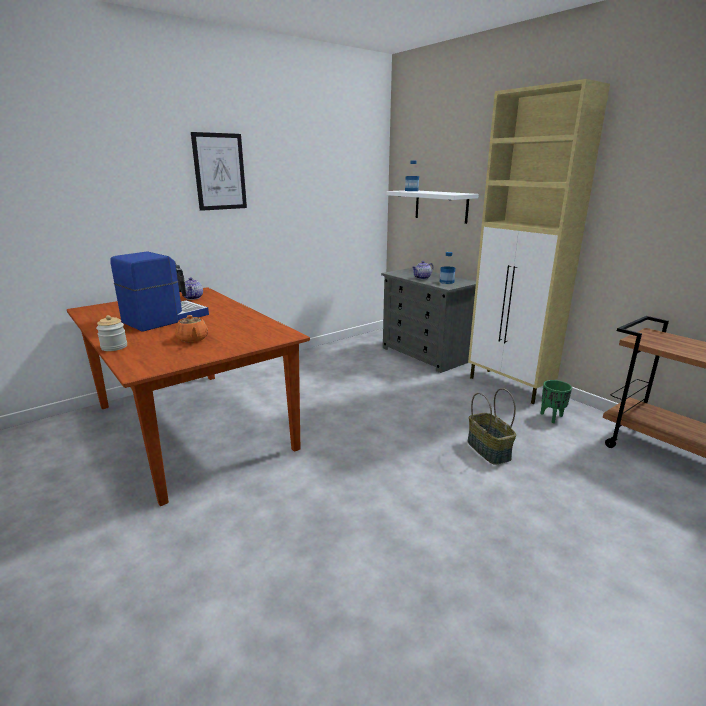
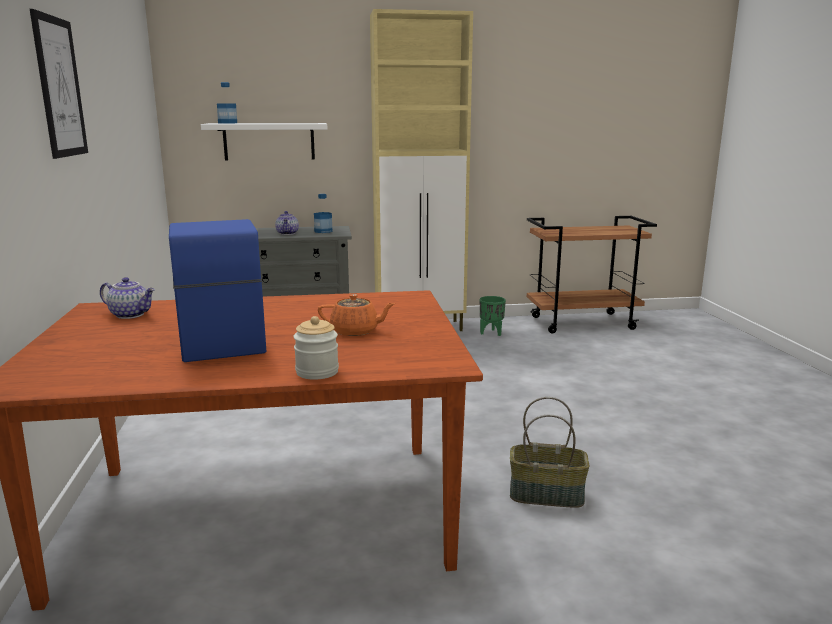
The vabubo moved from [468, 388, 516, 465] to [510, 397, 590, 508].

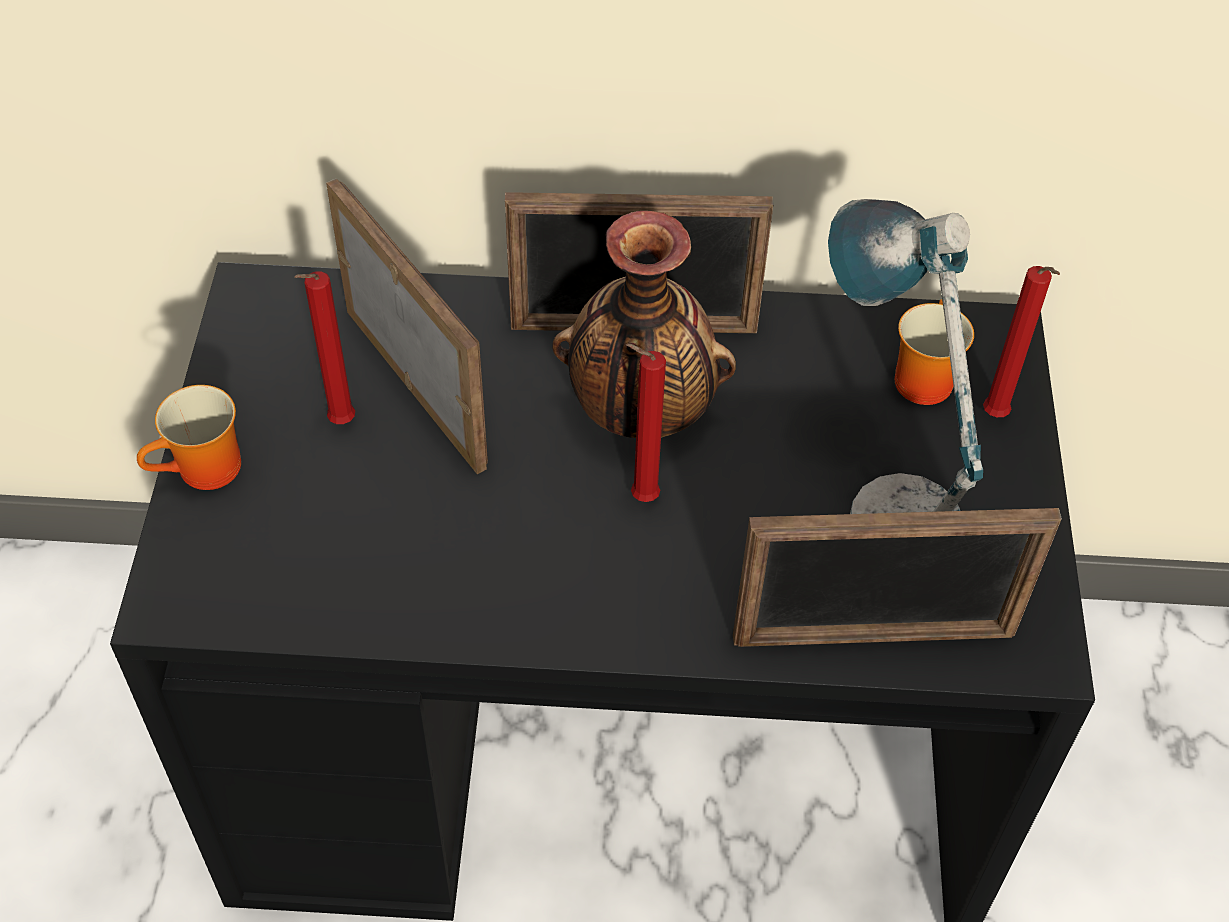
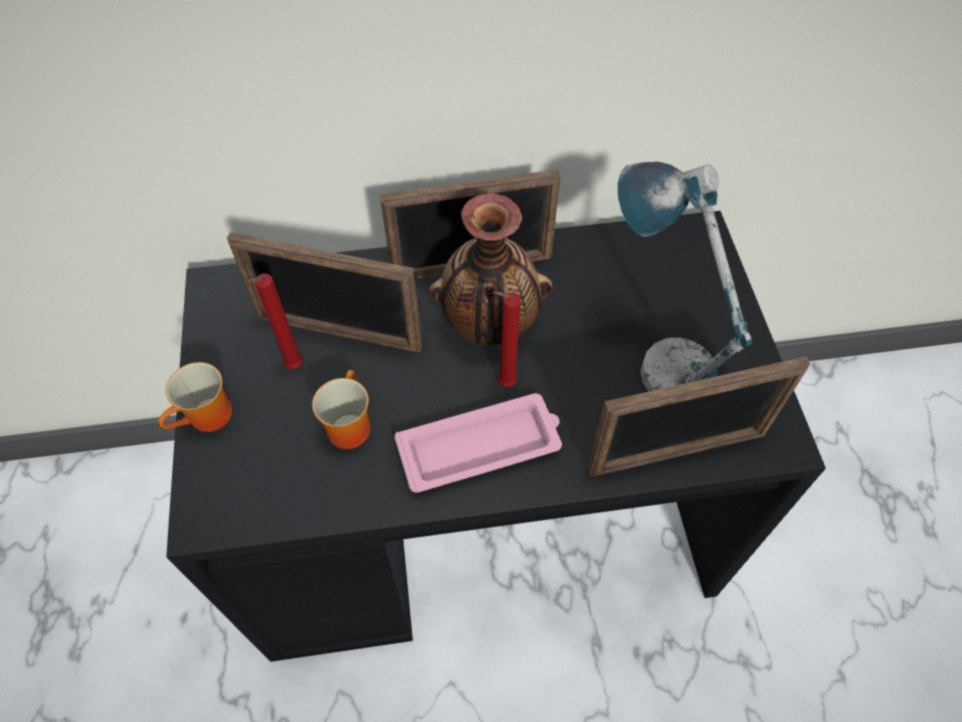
The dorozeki at [326, 178, 488, 474] turned 150 degrees clockwise. The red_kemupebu at [983, 266, 1060, 417] disappeared. The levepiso moved from [895, 299, 974, 405] to [312, 370, 370, 449]. The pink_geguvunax at [395, 393, 562, 493] appeared.

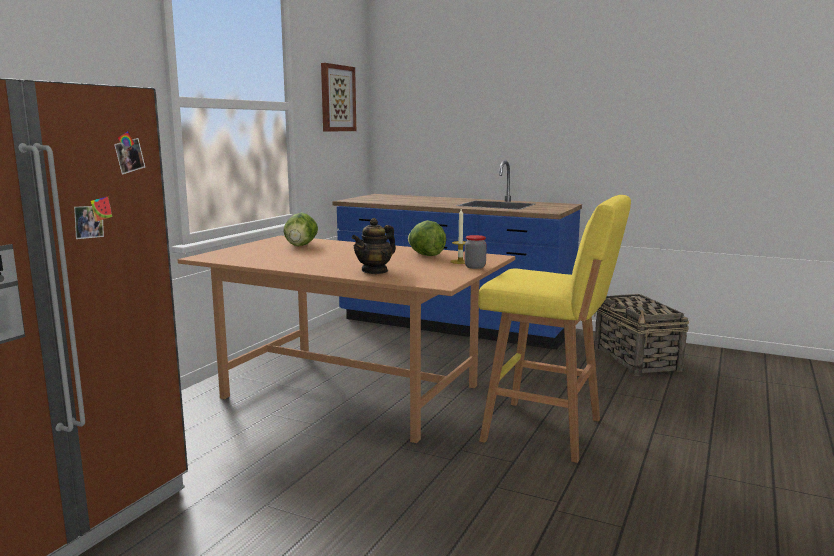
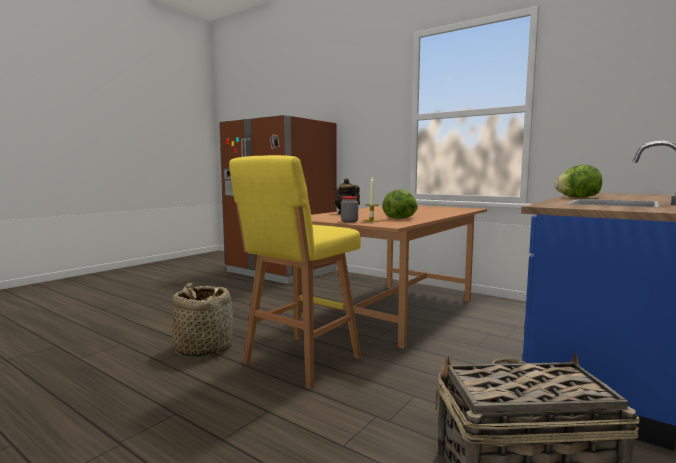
The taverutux at [321, 63, 356, 131] disappeared. The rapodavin moved from [283, 212, 318, 246] to [555, 165, 602, 198]. The vabubo at [172, 283, 233, 357] appeared.

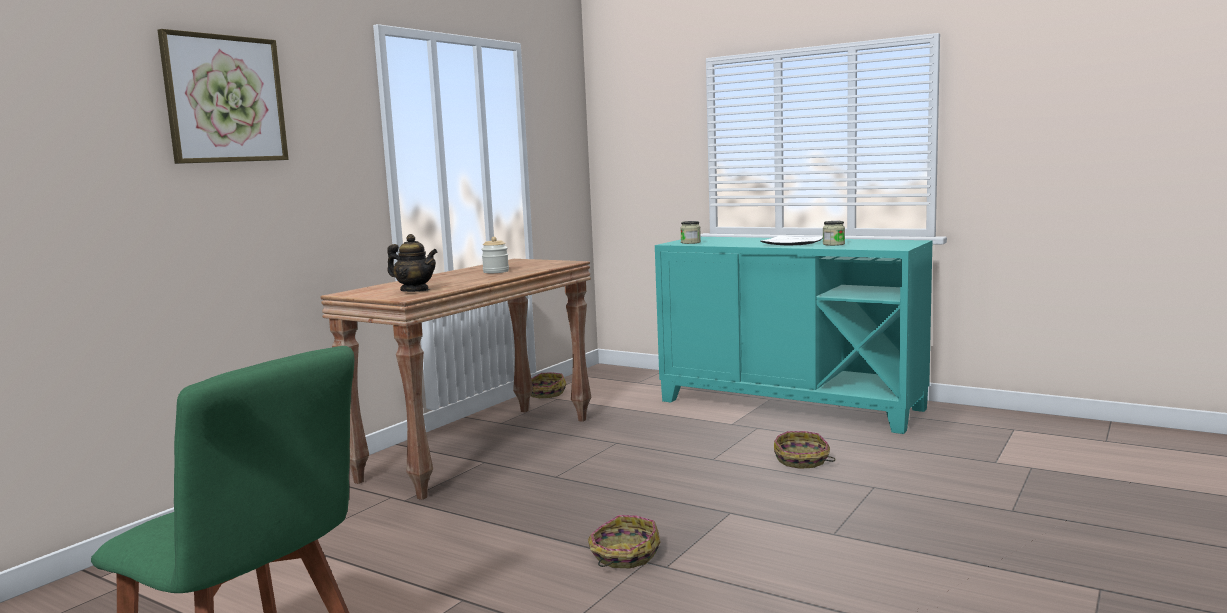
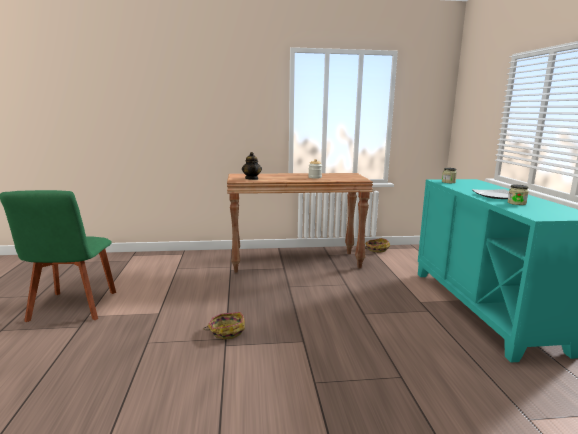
The taverutux at [158, 29, 289, 164] disappeared. The vabubo at [774, 431, 836, 469] disappeared.

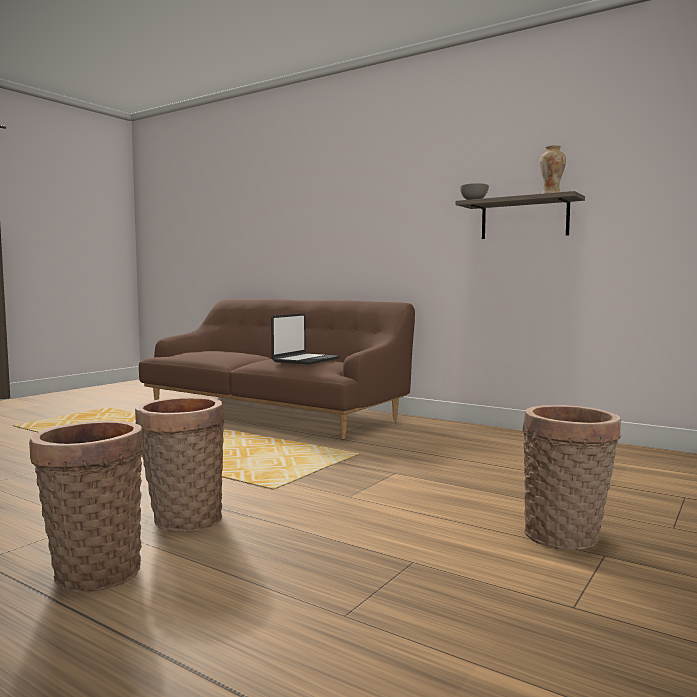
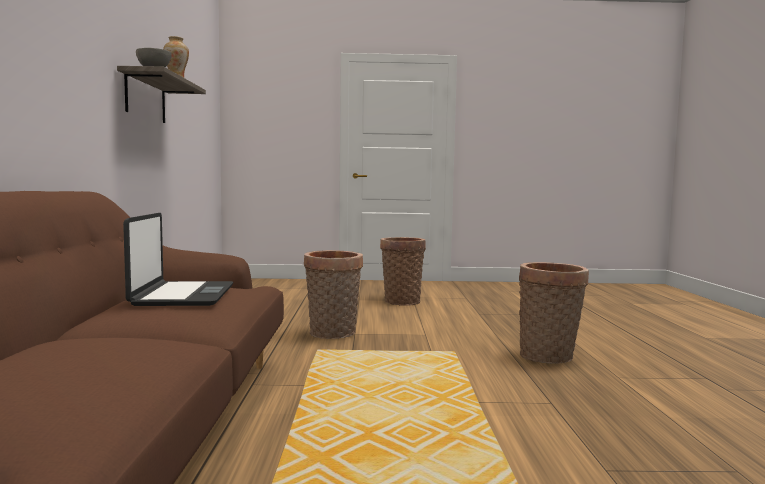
The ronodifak at [271, 313, 340, 365] turned 90 degrees clockwise. The vabubo moved from [29, 421, 144, 592] to [304, 250, 363, 339].

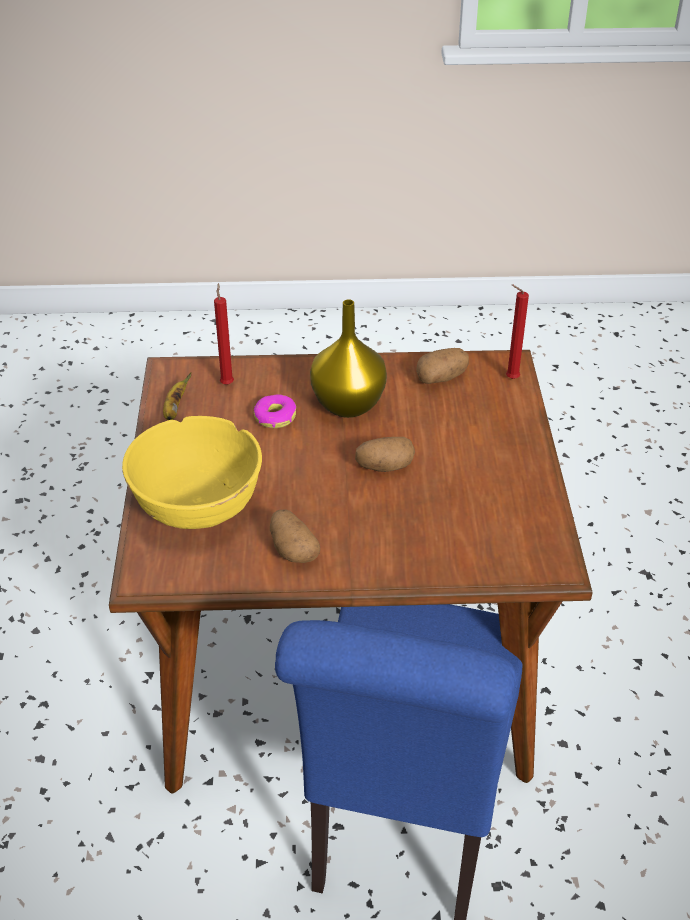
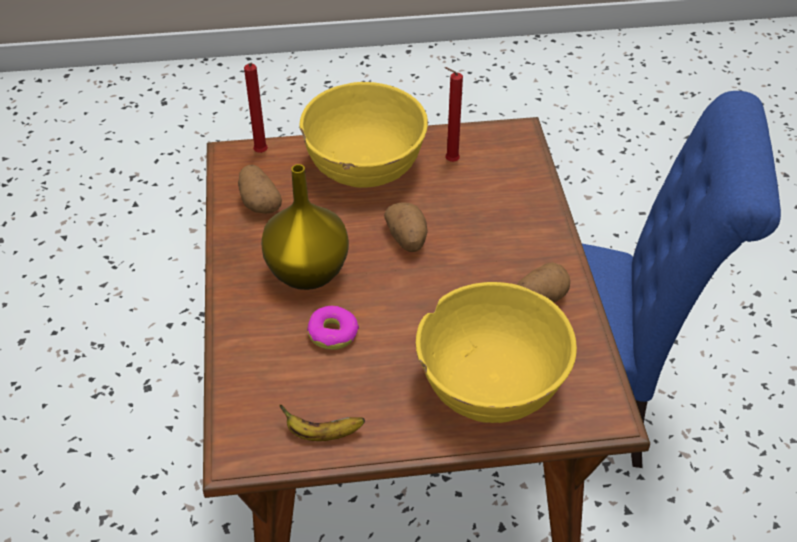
The red_kemupebu moved from [214, 283, 234, 385] to [444, 67, 463, 162]. The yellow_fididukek at [300, 82, 428, 188] appeared.

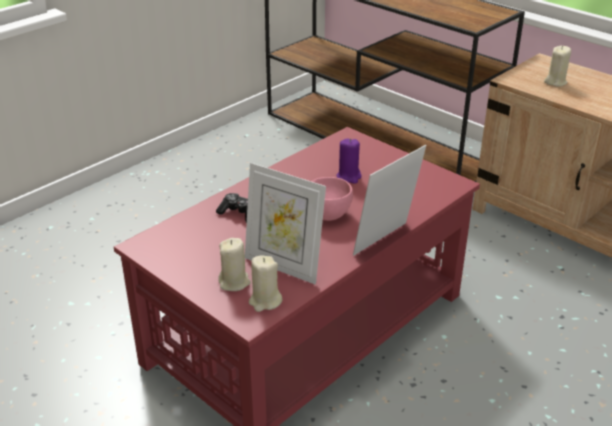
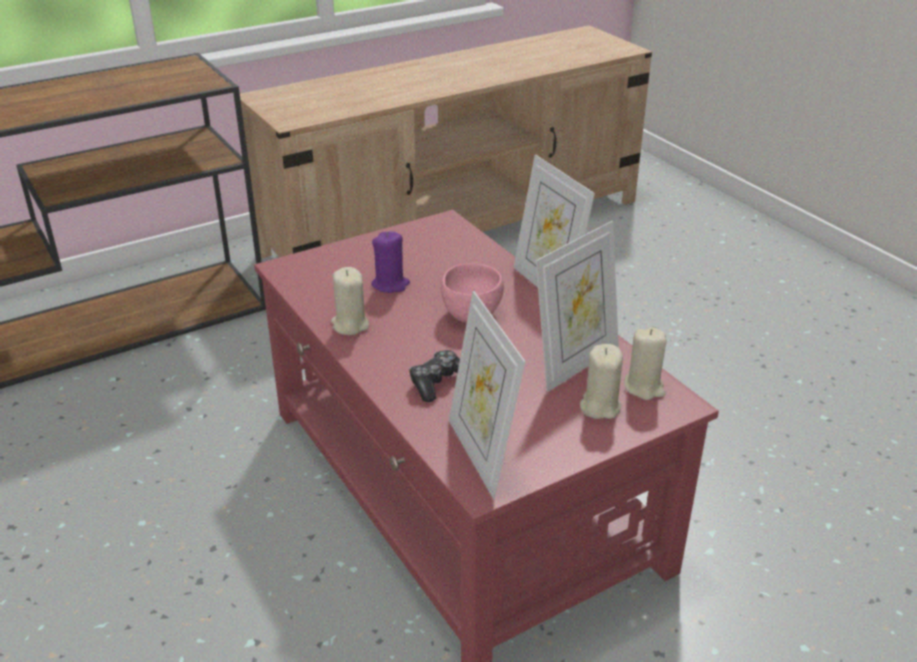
The beige_kemupebu moved from [544, 46, 571, 87] to [331, 267, 369, 335]. The dorozeki at [449, 291, 526, 499] appeared.

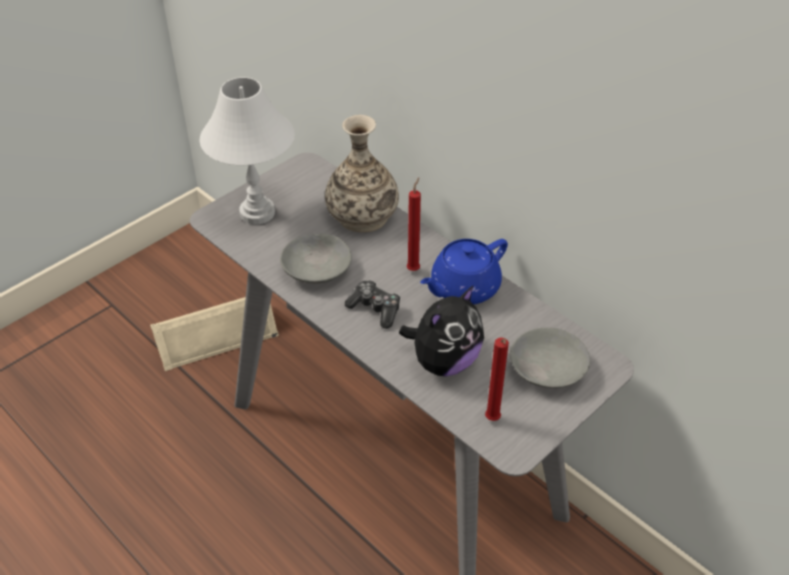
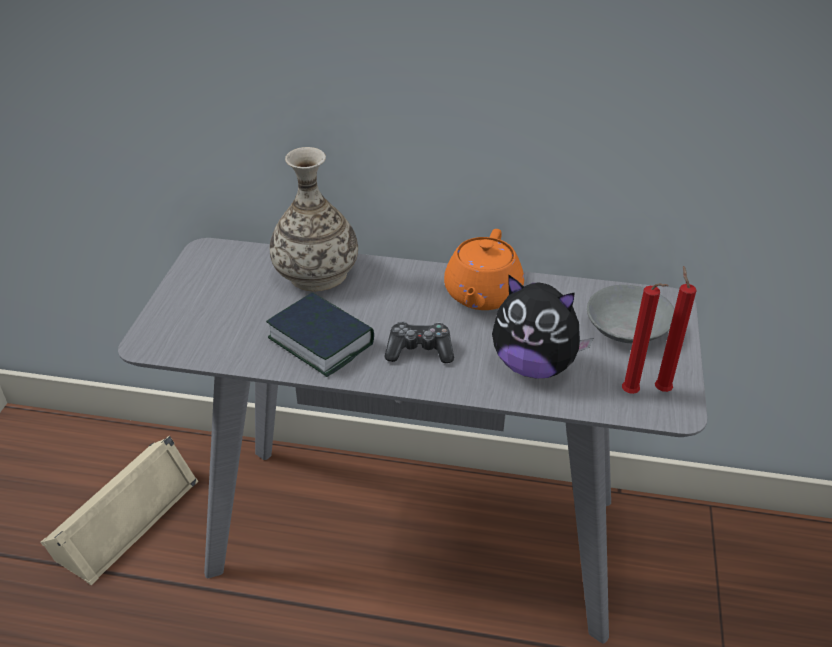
The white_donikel at [200, 77, 295, 225] disappeared. The red_kemupebu moved from [406, 177, 421, 271] to [655, 266, 697, 392]. The grey_fididukek at [280, 234, 352, 284] was replaced by the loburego at [266, 292, 374, 377]. The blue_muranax at [420, 239, 508, 304] became the orange_muranax at [444, 229, 524, 310]. The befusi at [399, 285, 484, 376] turned 105 degrees clockwise.

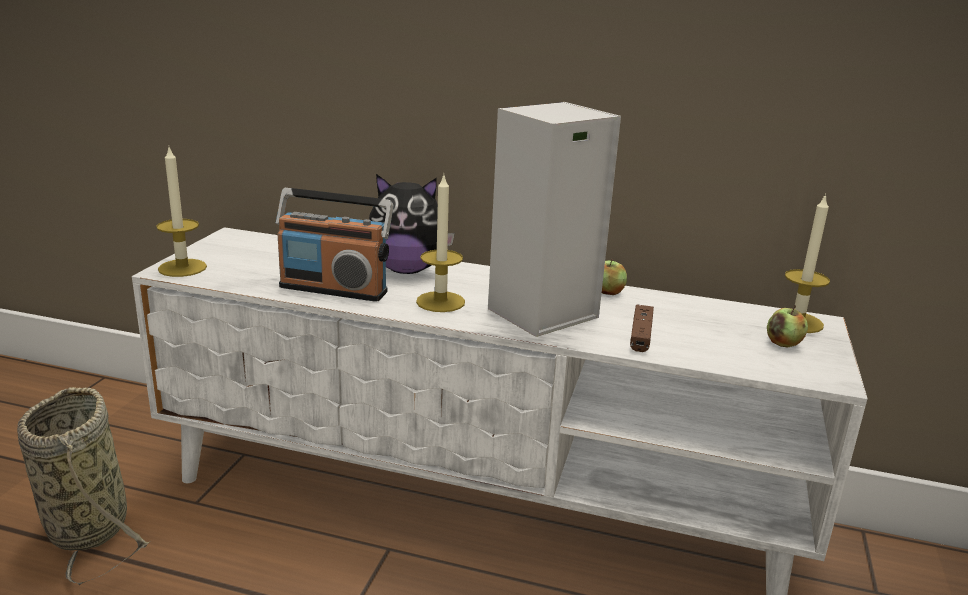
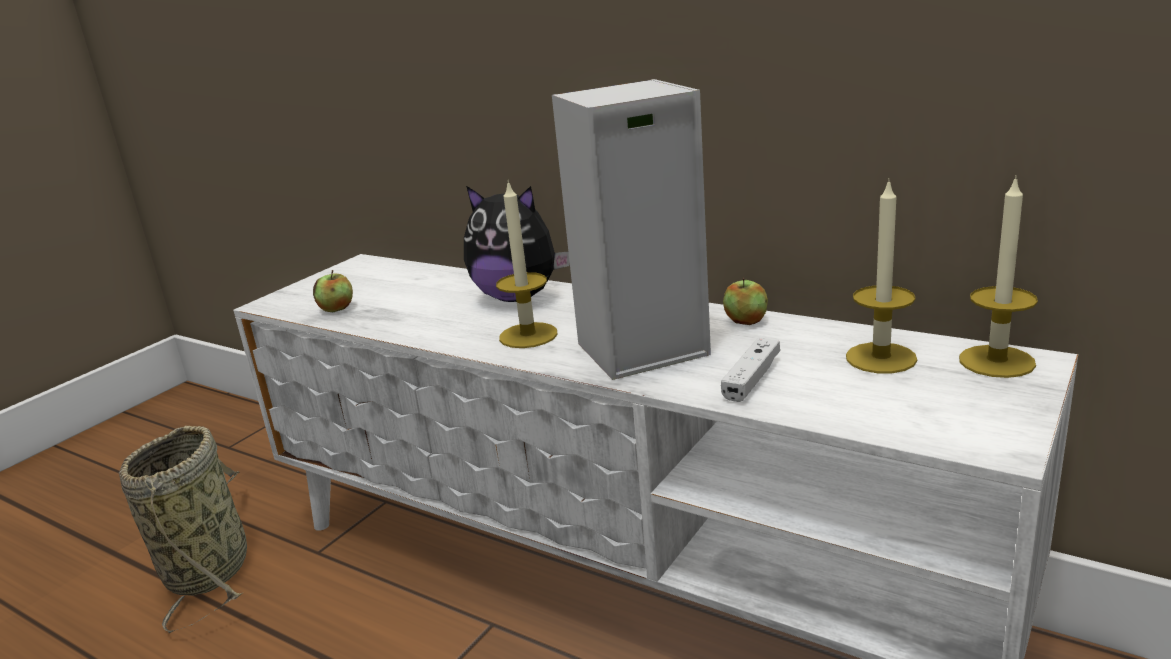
The kemupebu moved from [156, 145, 207, 277] to [846, 178, 917, 373]. The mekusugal at [276, 188, 393, 302] disappeared. The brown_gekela at [630, 305, 654, 352] became the white_gekela at [721, 338, 780, 402]. The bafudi moved from [767, 305, 808, 347] to [313, 270, 353, 312].

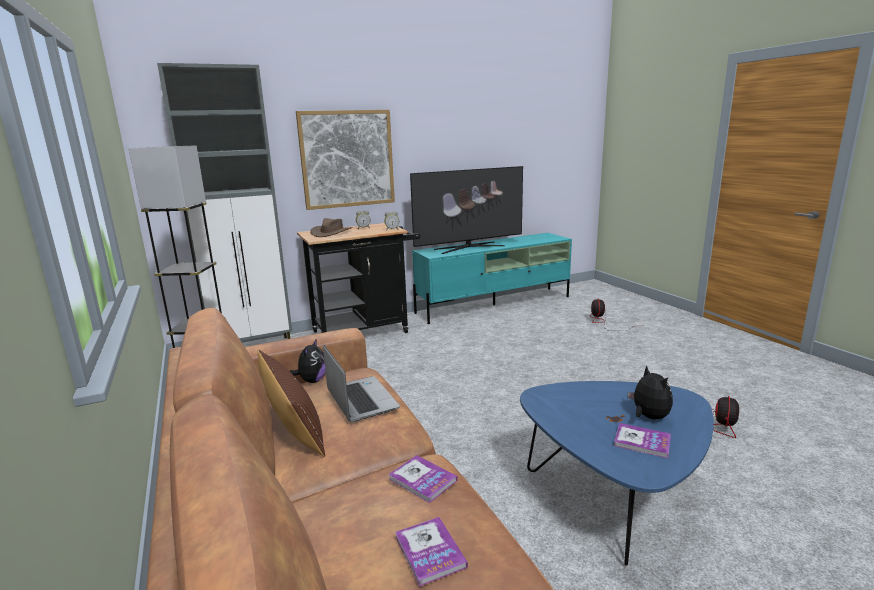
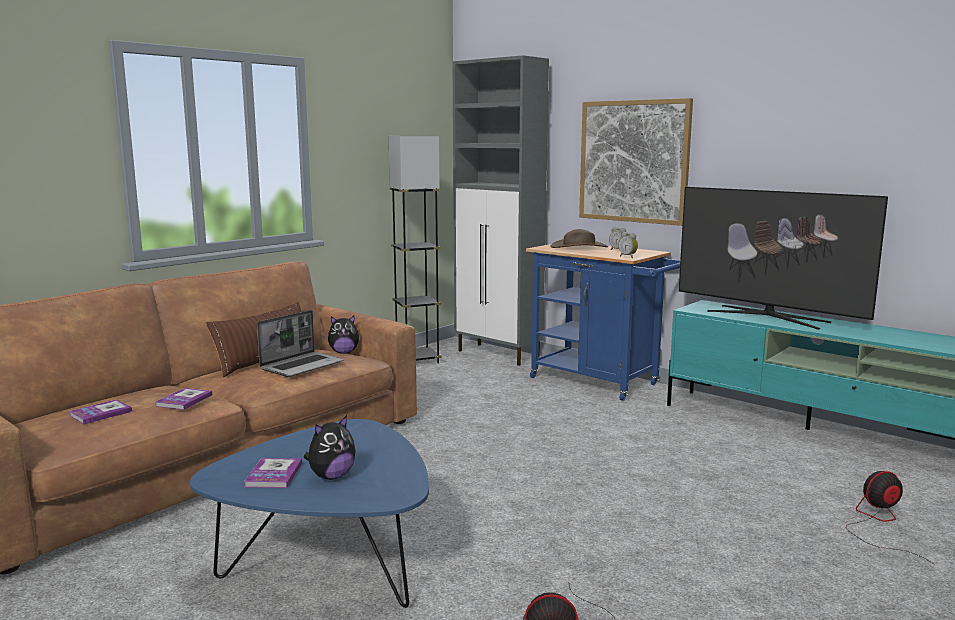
The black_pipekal at [297, 223, 420, 333] became the blue_pipekal at [526, 244, 680, 401].

